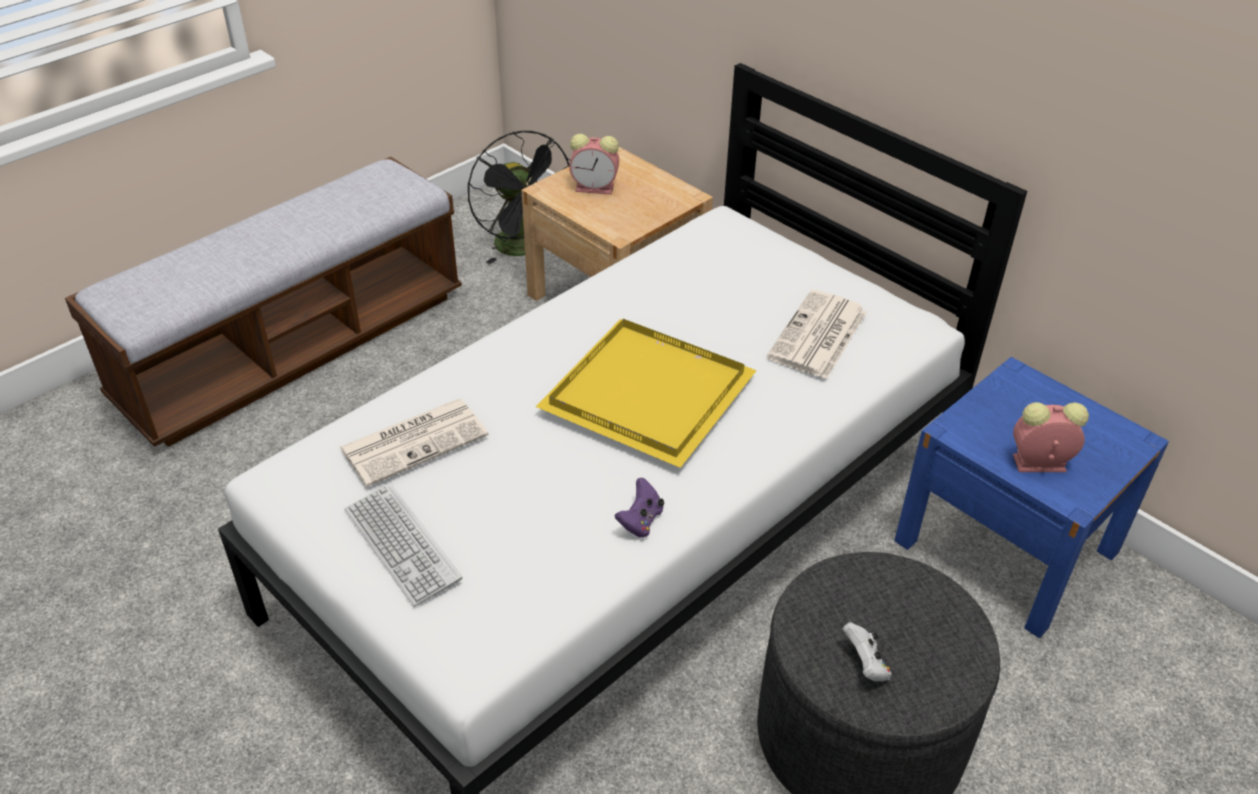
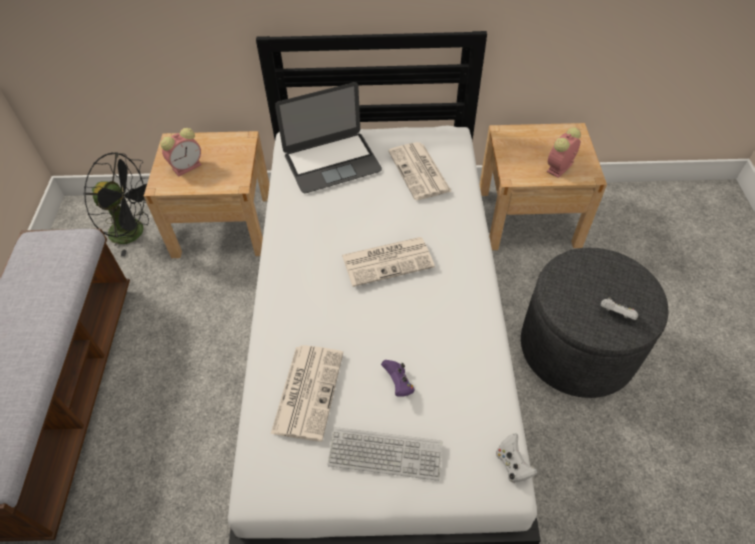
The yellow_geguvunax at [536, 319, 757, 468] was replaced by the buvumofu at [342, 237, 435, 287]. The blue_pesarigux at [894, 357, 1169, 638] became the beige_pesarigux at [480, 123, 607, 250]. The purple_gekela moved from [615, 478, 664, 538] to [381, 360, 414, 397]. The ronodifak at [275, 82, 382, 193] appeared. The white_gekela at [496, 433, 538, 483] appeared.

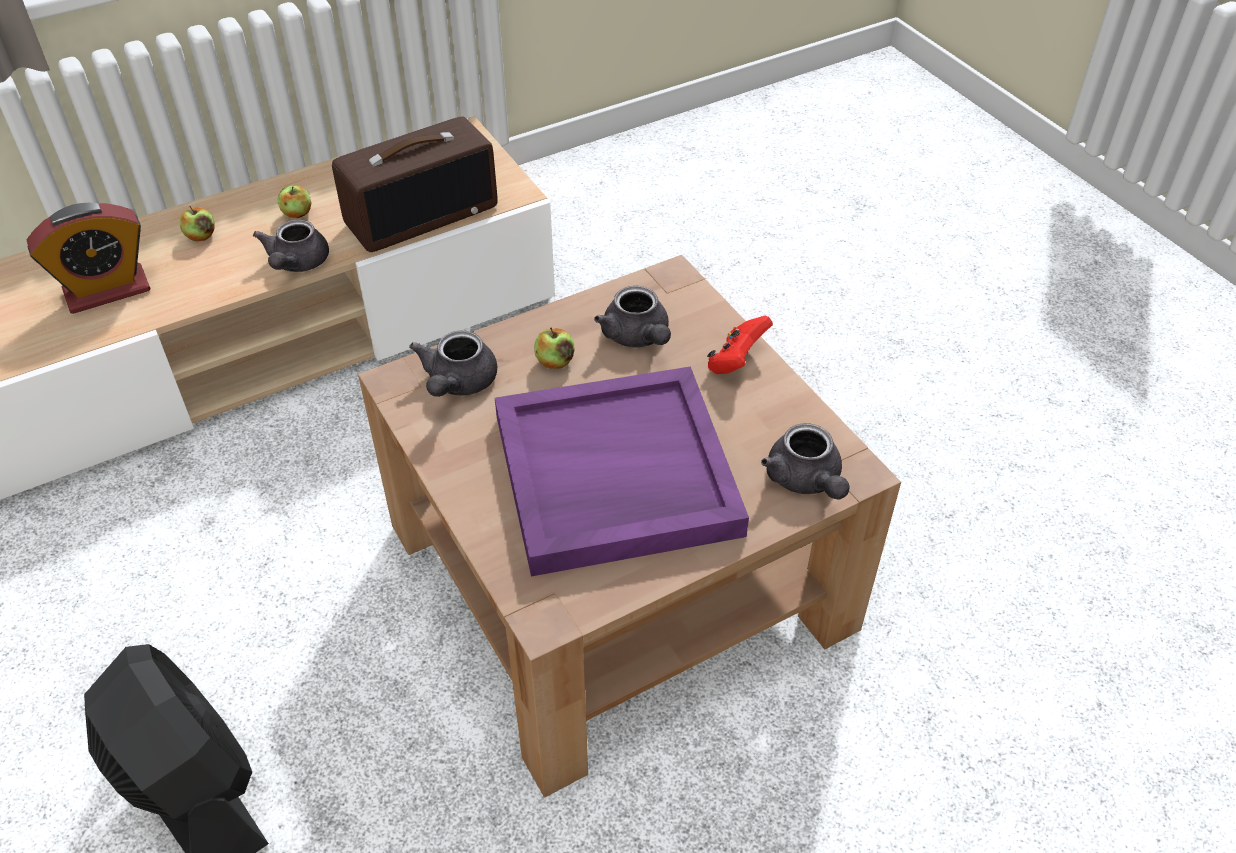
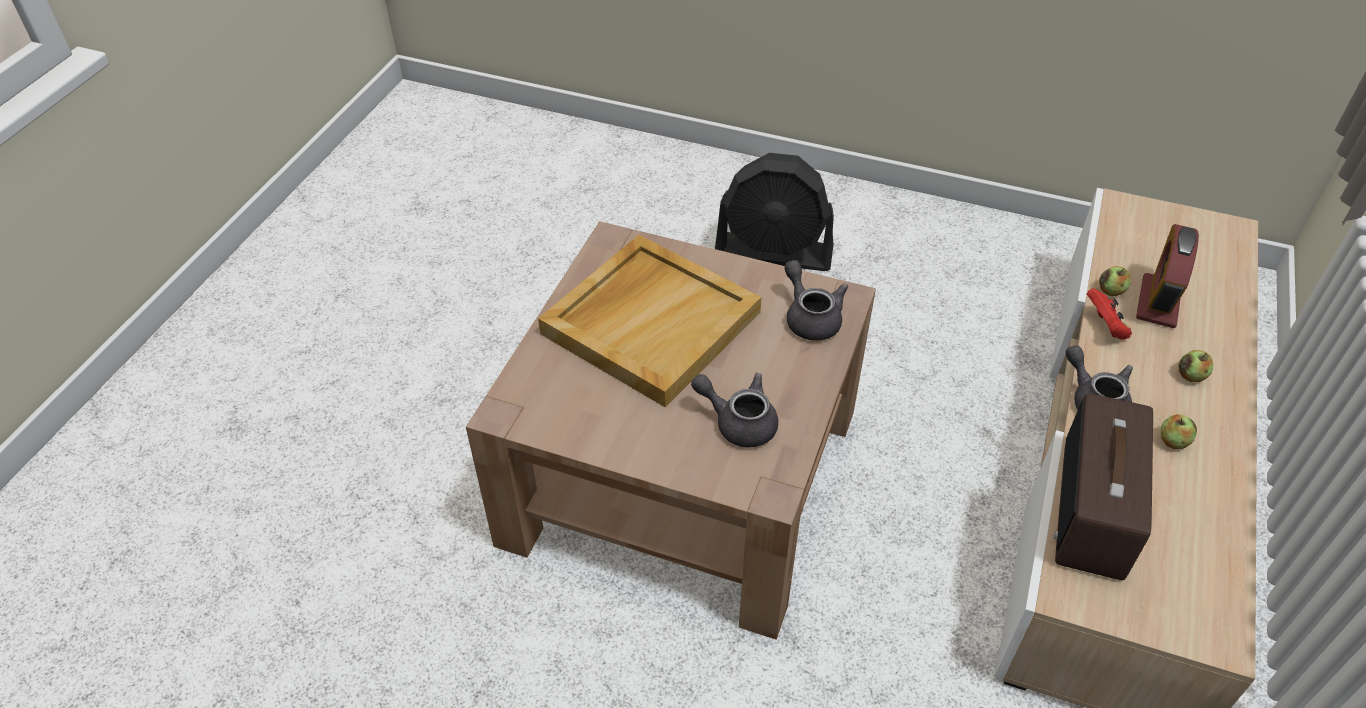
The red_gekela moved from [707, 316, 773, 374] to [1087, 288, 1132, 340]. The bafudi moved from [534, 328, 575, 369] to [1099, 266, 1131, 296]. The purple_geguvunax at [495, 366, 749, 577] became the beige_geguvunax at [538, 235, 761, 407]. The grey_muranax at [761, 423, 850, 499] disappeared.

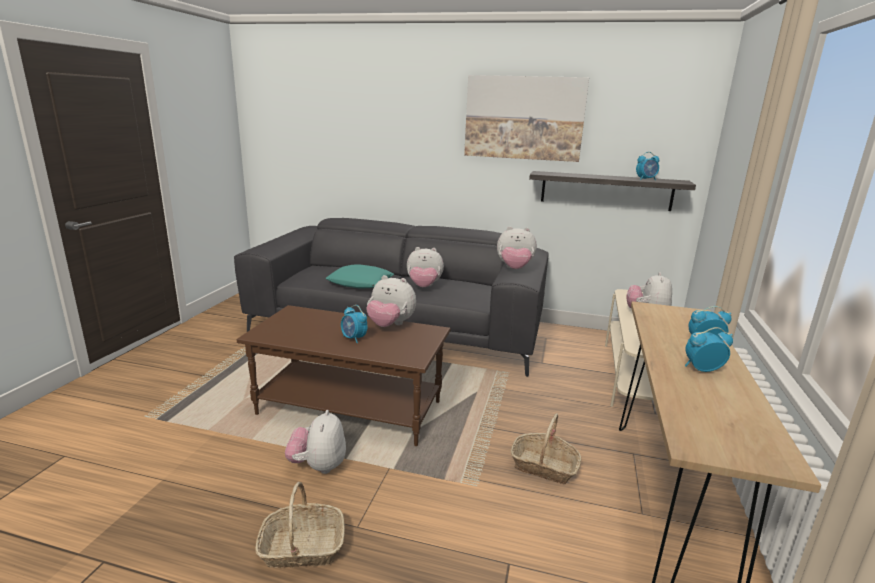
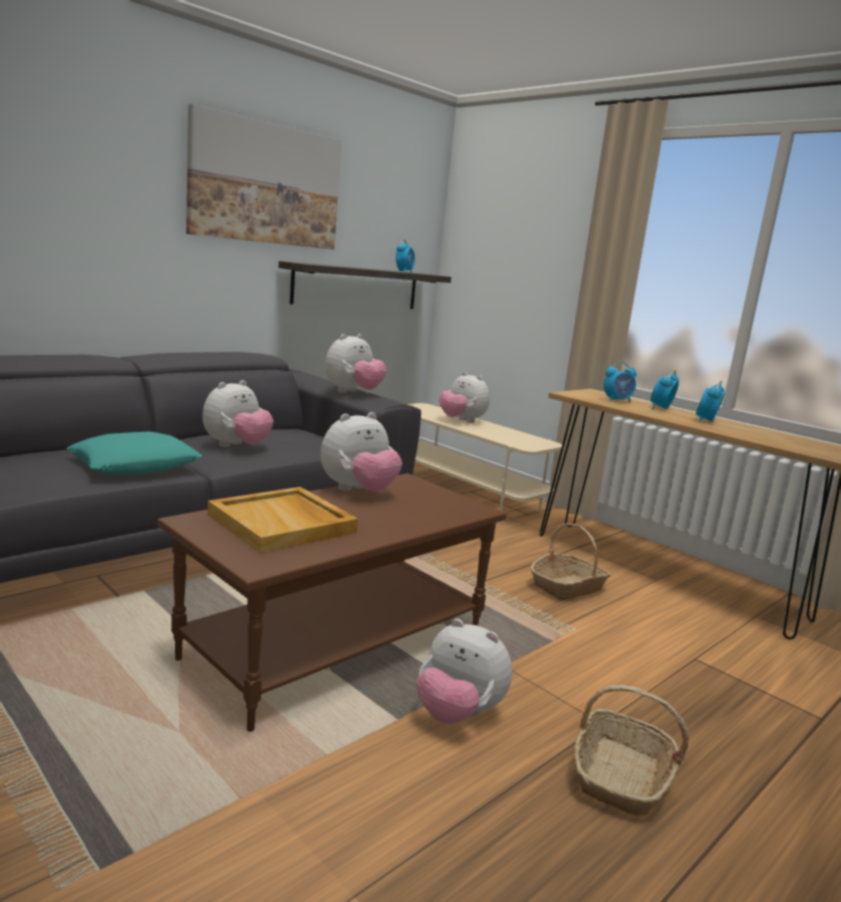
The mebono moved from [341, 305, 368, 343] to [604, 361, 636, 403]. The beige_geguvunax at [208, 487, 358, 554] appeared.

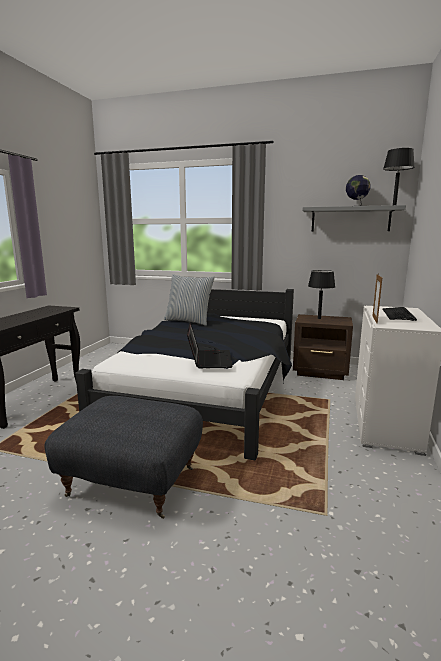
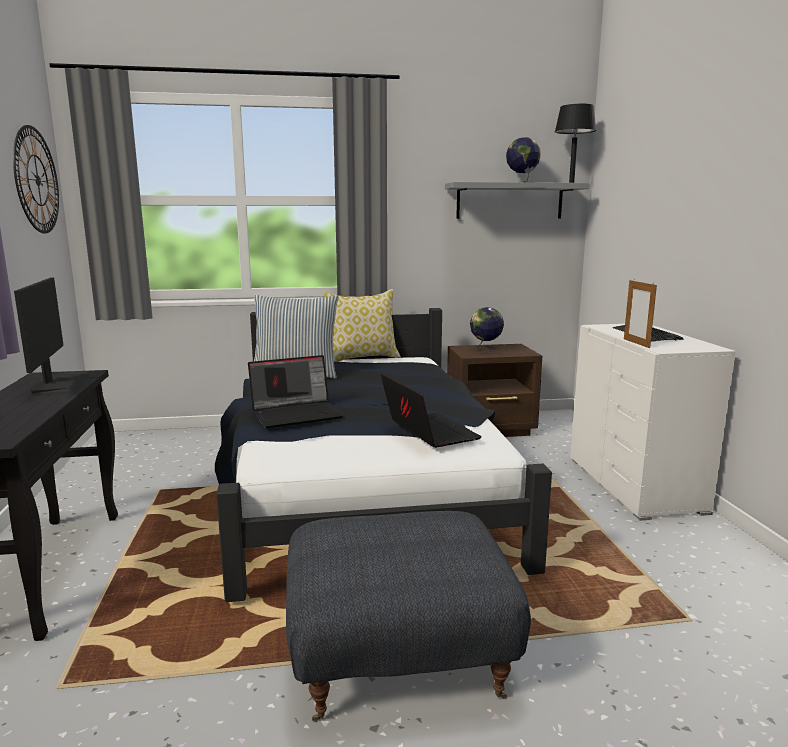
The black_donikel at [308, 270, 335, 319] was replaced by the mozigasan at [470, 307, 504, 351]. The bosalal at [13, 125, 59, 233] appeared. The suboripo at [14, 277, 90, 394] appeared. The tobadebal at [324, 289, 401, 362] appeared. The ronodifak at [248, 355, 343, 428] appeared.

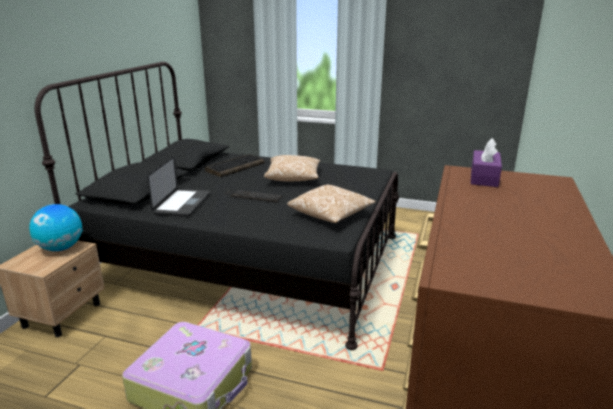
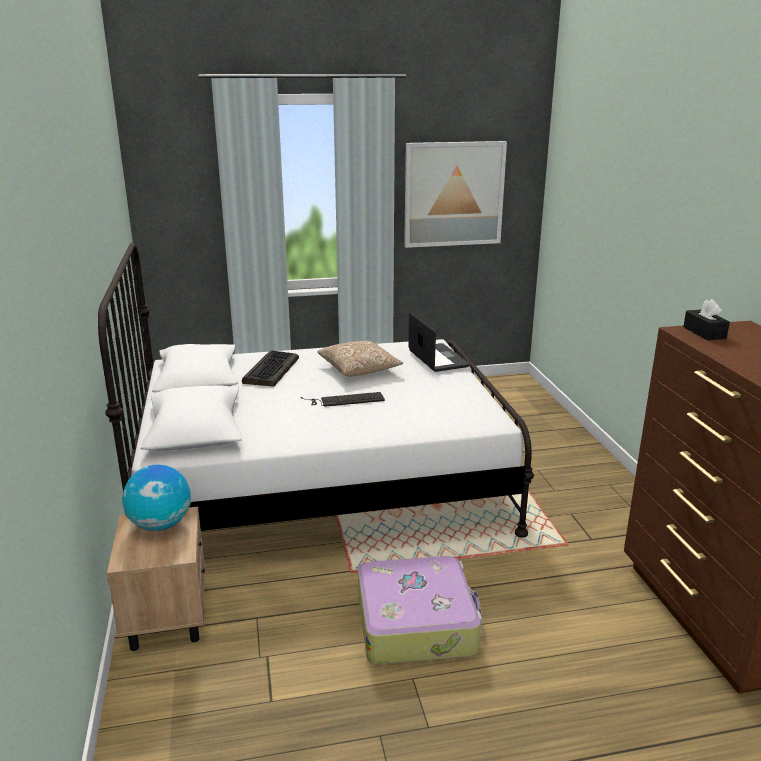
The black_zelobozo at [35, 62, 399, 350] became the white_zelobozo at [98, 243, 534, 538]. The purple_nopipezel at [471, 138, 502, 187] became the black_nopipezel at [683, 299, 730, 340]. The ronodifak moved from [147, 156, 211, 217] to [408, 312, 470, 372]. The tobadebal at [287, 185, 376, 223] disappeared. The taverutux at [404, 141, 507, 248] appeared.

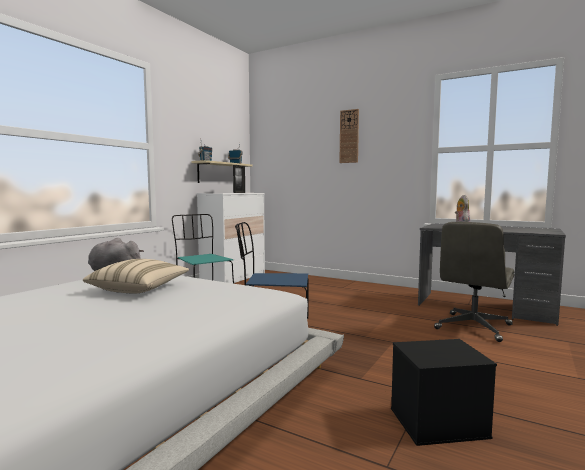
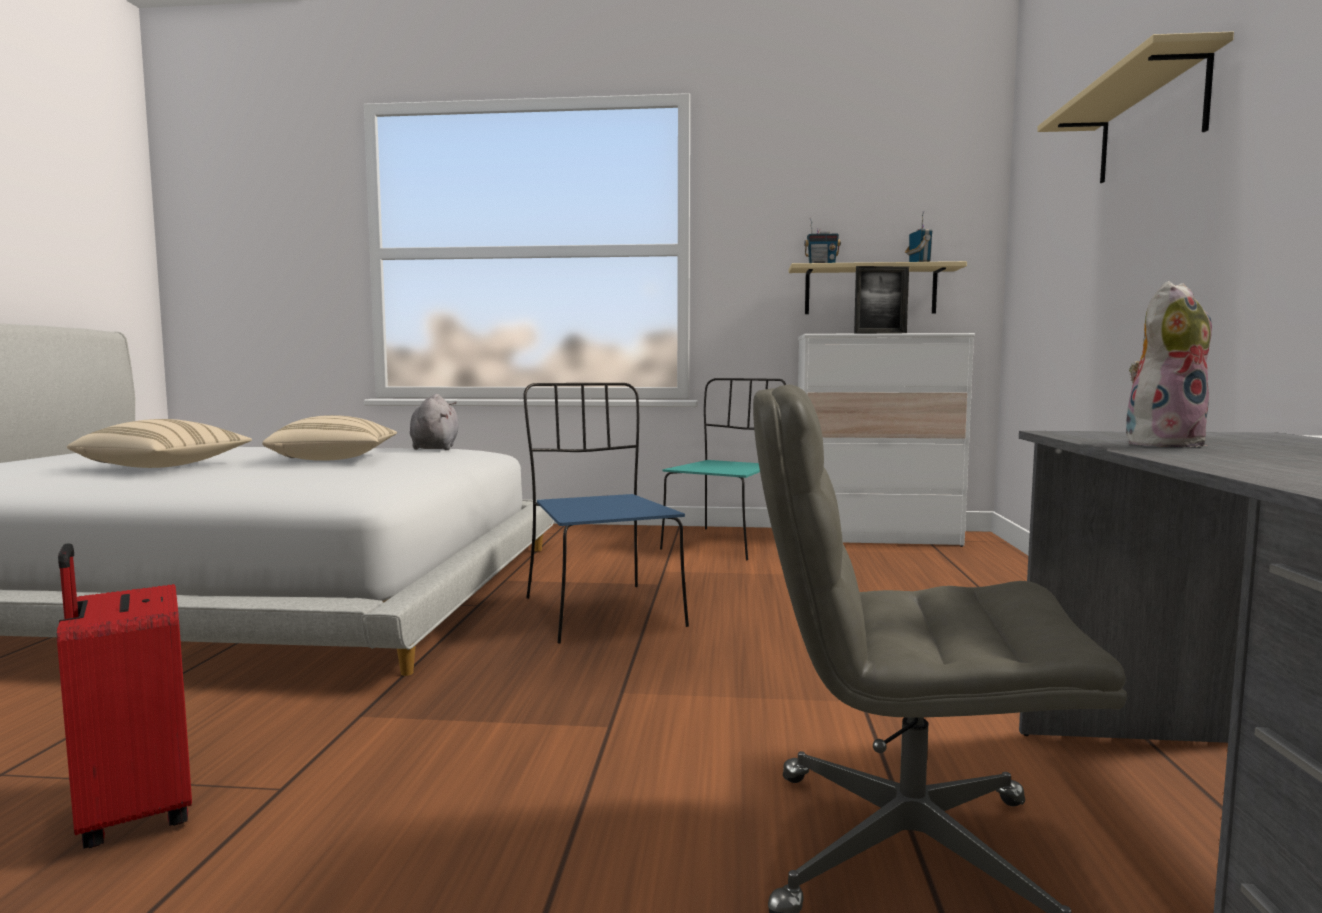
The bosalal at [339, 109, 359, 163] was replaced by the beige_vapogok at [1037, 31, 1234, 183]. The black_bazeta at [391, 339, 497, 446] was replaced by the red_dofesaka at [57, 543, 192, 849]. The beige_tobadebal at [67, 419, 252, 468] appeared.

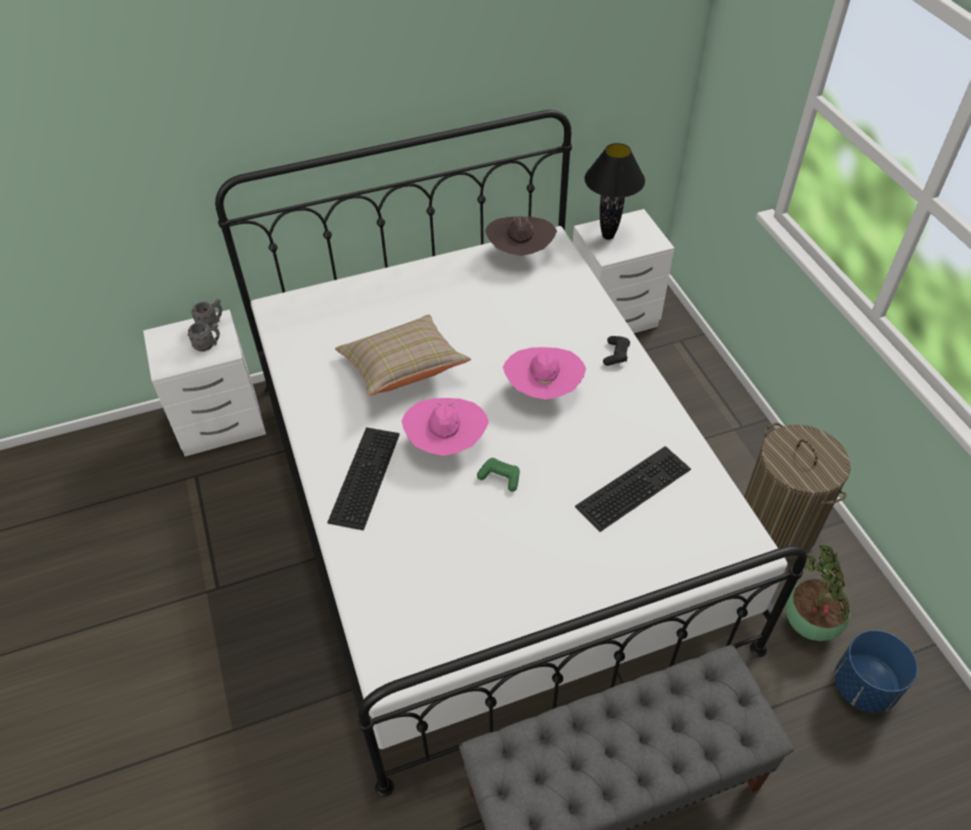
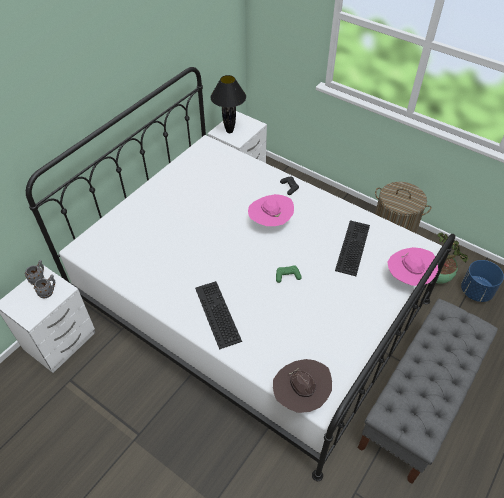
The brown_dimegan moved from [485, 217, 557, 256] to [273, 359, 332, 413]. The beige_tobadebal at [335, 314, 471, 396] disappeared. The pink_dimegan moved from [402, 398, 489, 456] to [387, 247, 438, 286].

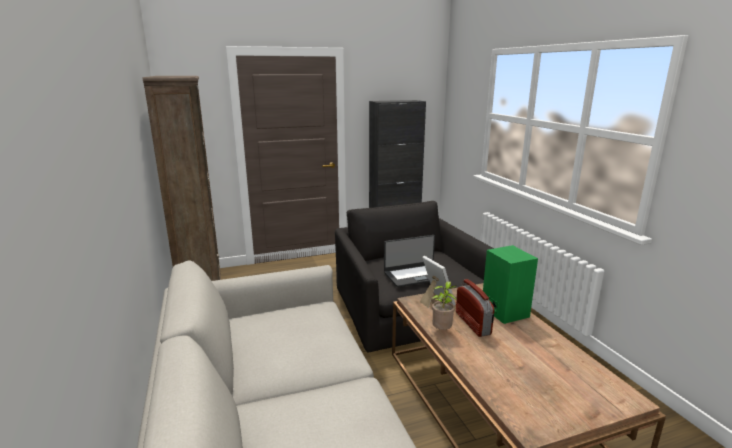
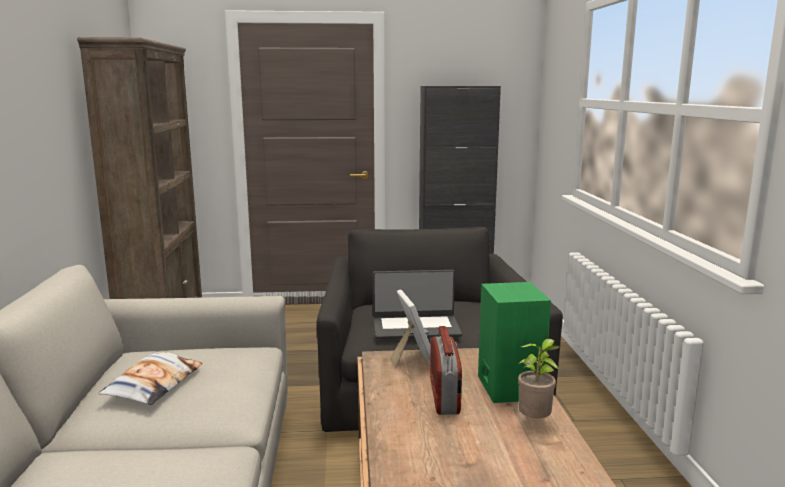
The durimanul moved from [432, 281, 457, 330] to [518, 339, 561, 418]. The tobadebal at [98, 352, 203, 405] appeared.

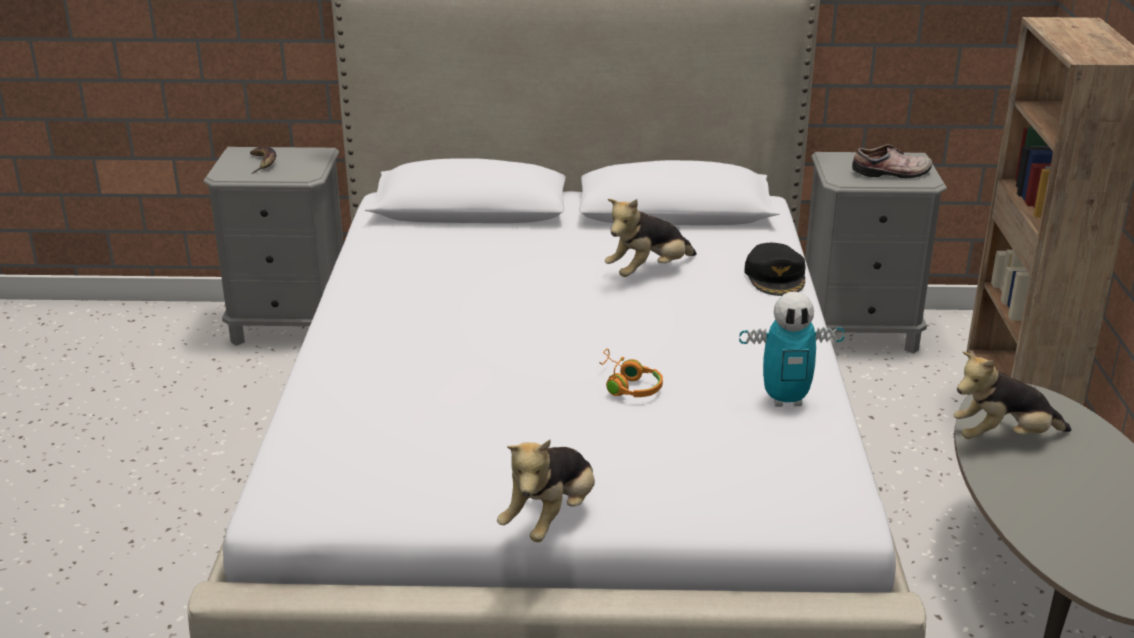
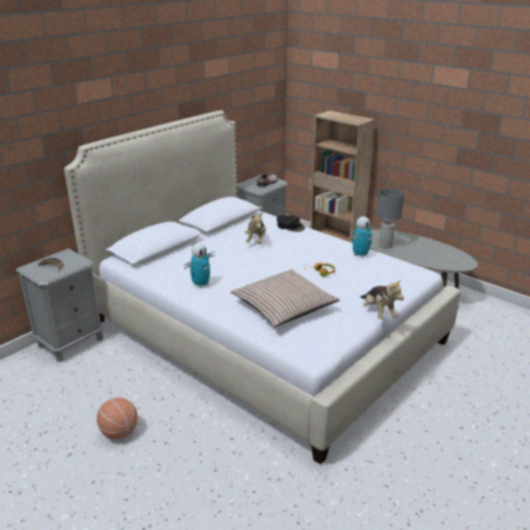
The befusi at [954, 351, 1071, 439] was replaced by the grey_donikel at [376, 188, 404, 249]. The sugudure at [184, 243, 215, 288] appeared. The tobadebal at [231, 270, 340, 327] appeared. The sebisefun at [97, 397, 138, 439] appeared.

